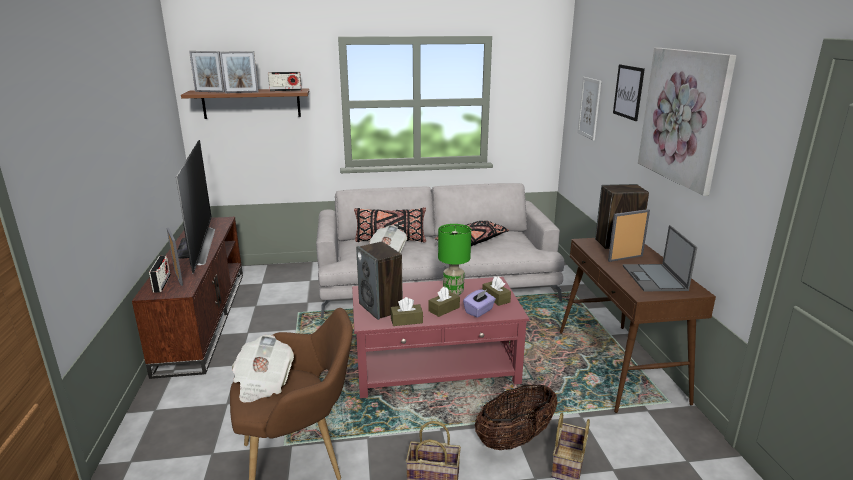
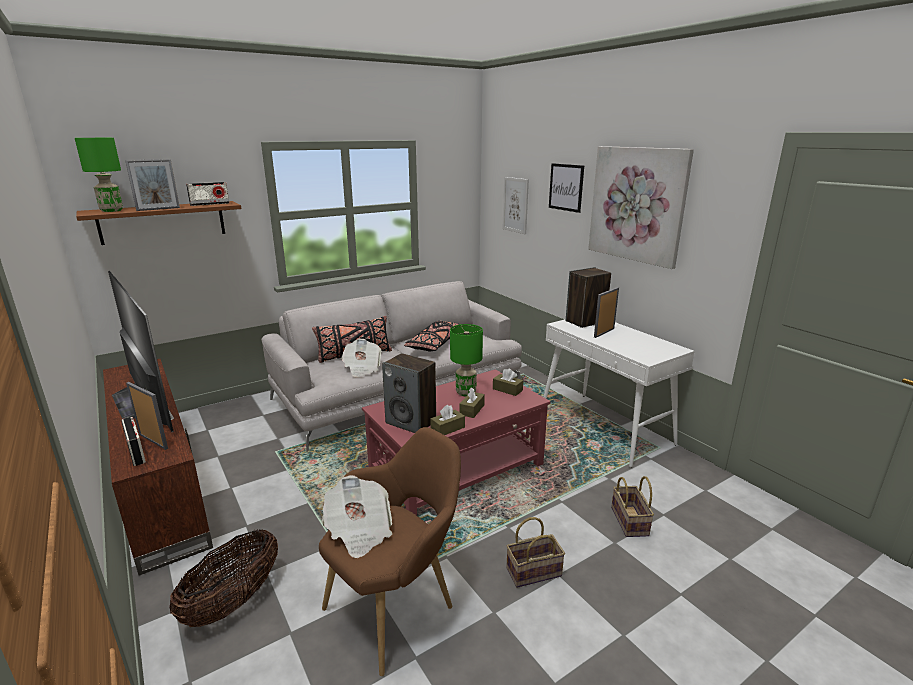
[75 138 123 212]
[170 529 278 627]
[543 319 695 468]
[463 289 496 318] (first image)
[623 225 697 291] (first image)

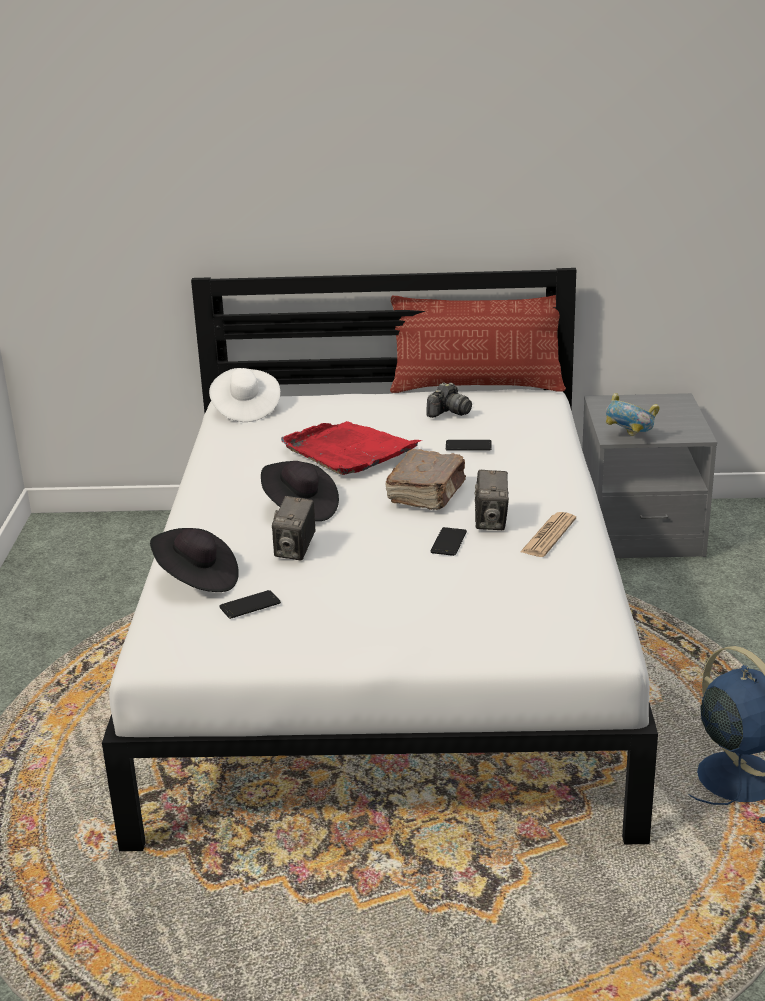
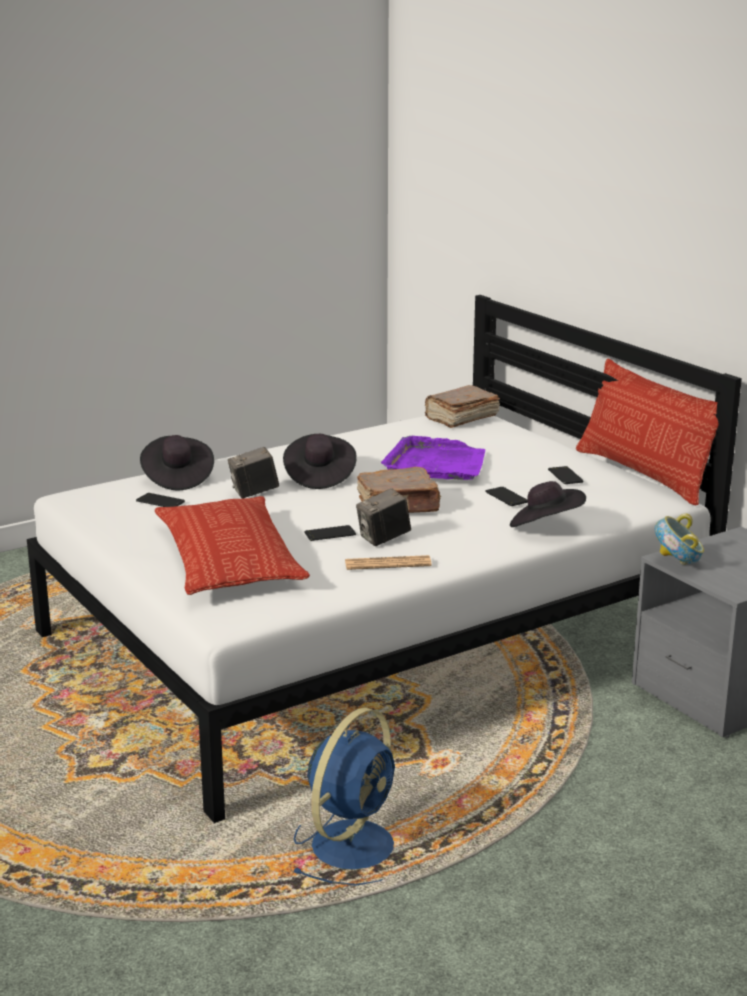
[155 496 310 595]
[381 436 485 480]
[424 385 500 428]
[510 481 586 527]
[548 466 584 484]

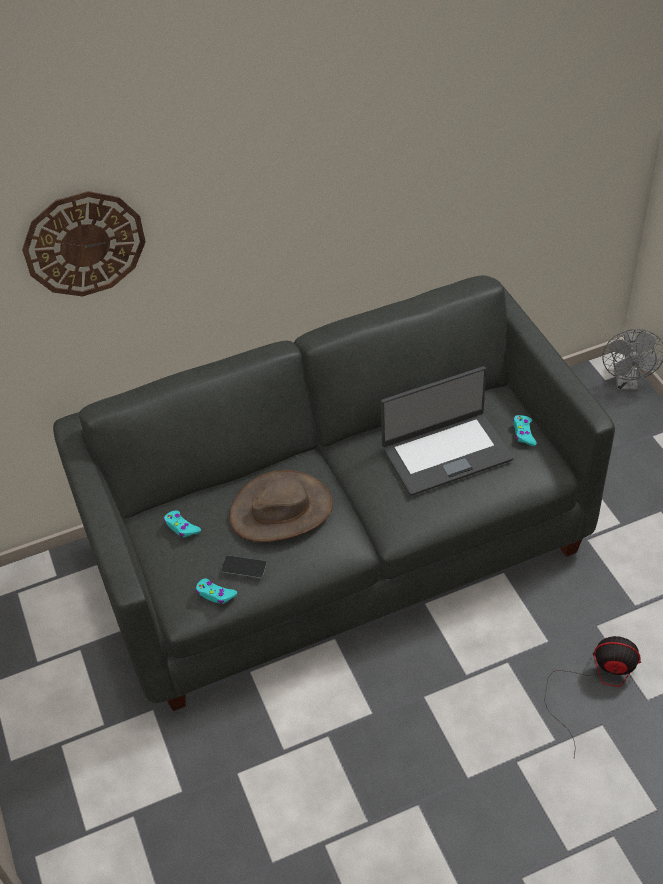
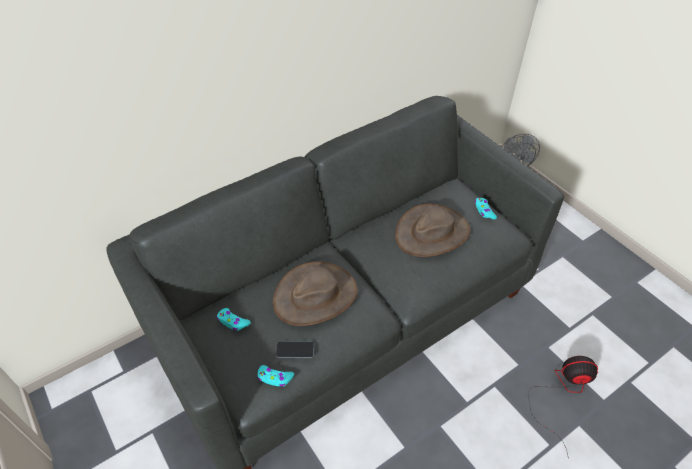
[395 203 470 257]
[22 191 146 297] (first image)

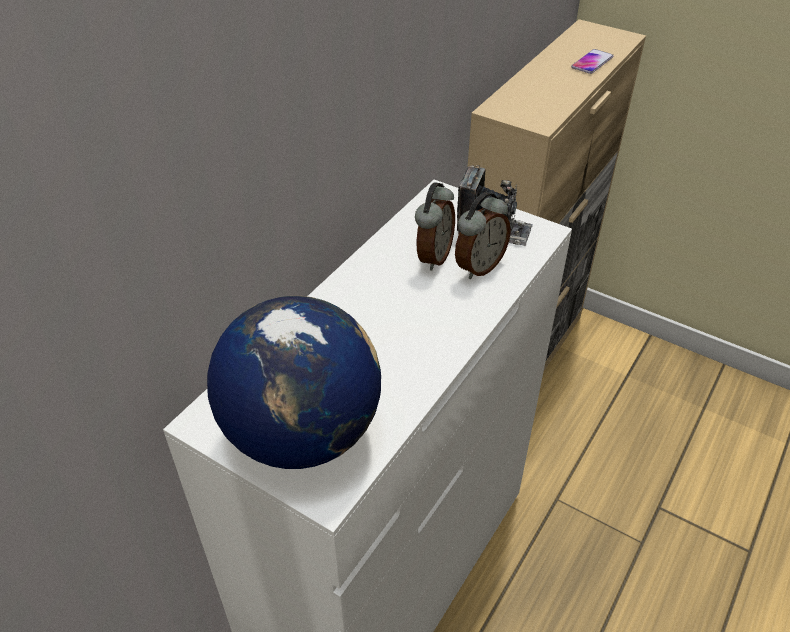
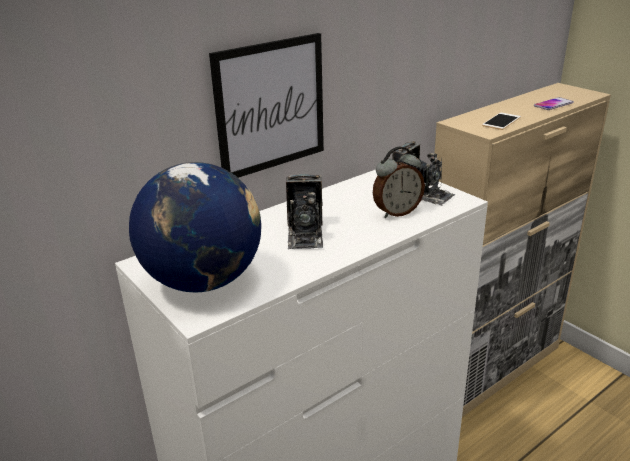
[209 33 324 178]
[286 174 323 250]
[482 113 521 130]
[415 182 455 271] (first image)

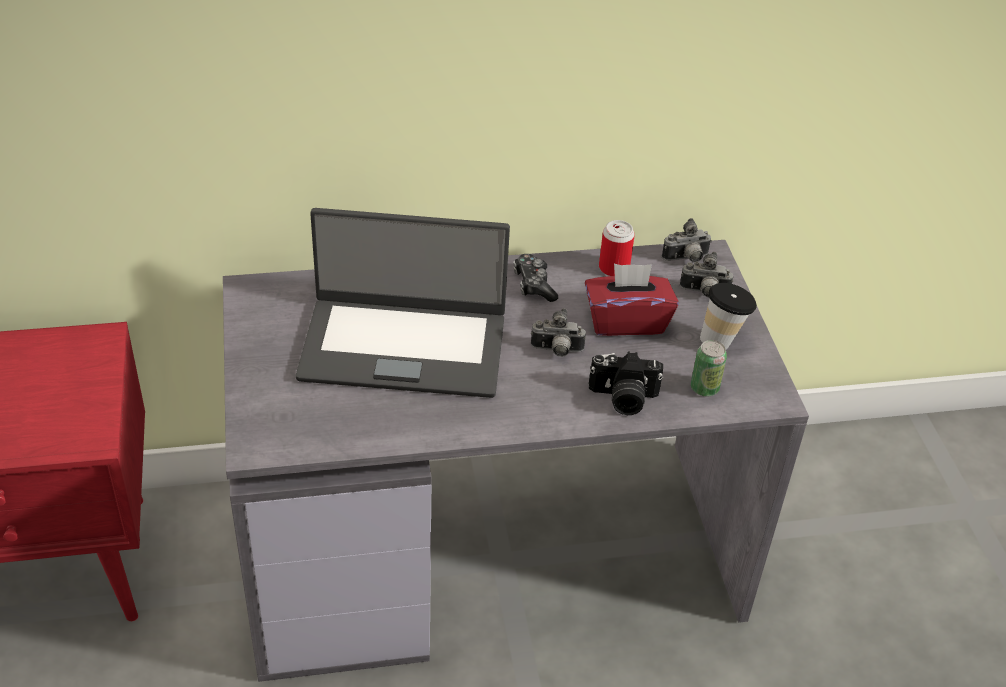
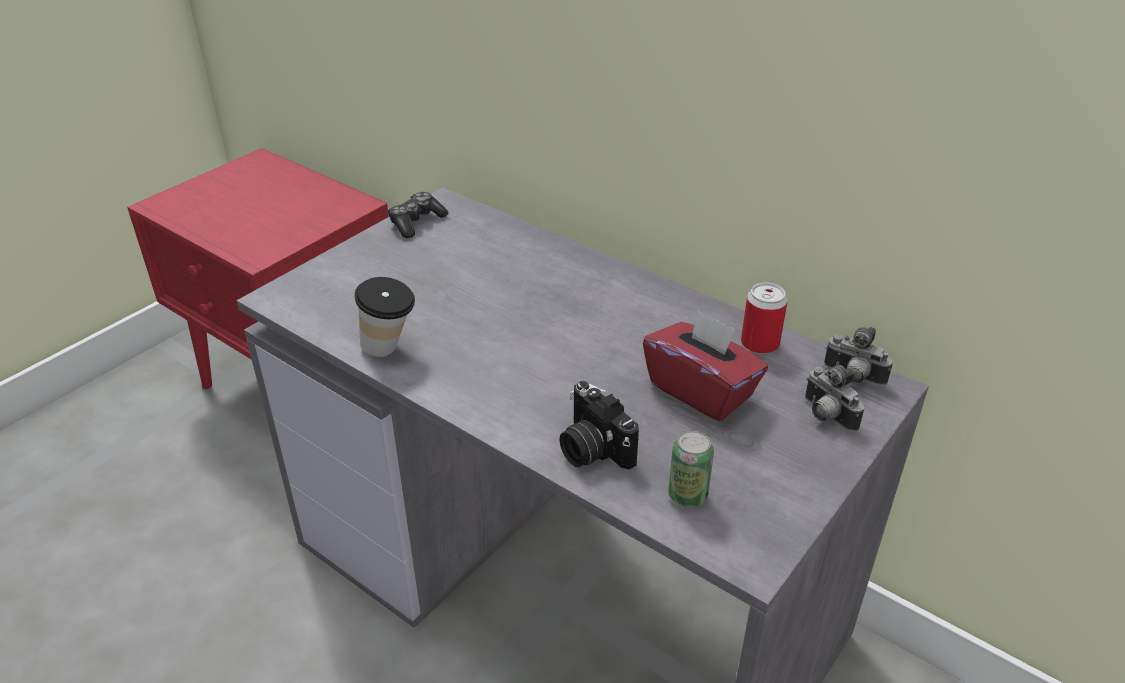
[355 277 415 357]
[387 192 448 238]
[296 208 510 398] (first image)
[531 308 586 357] (first image)

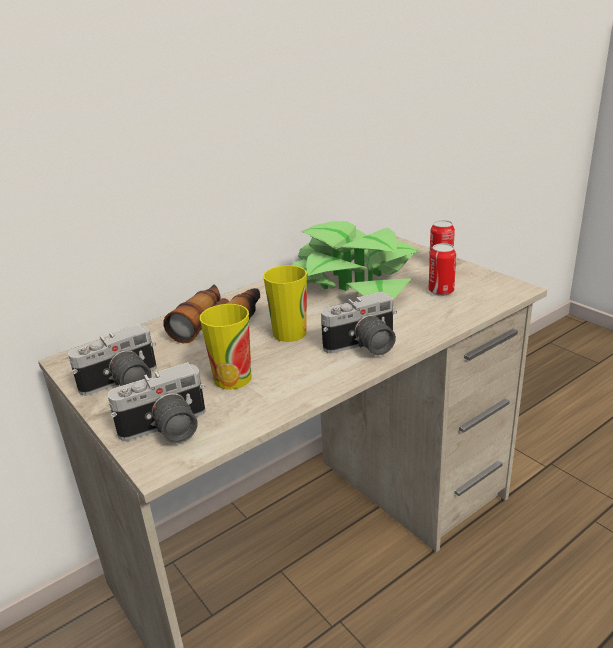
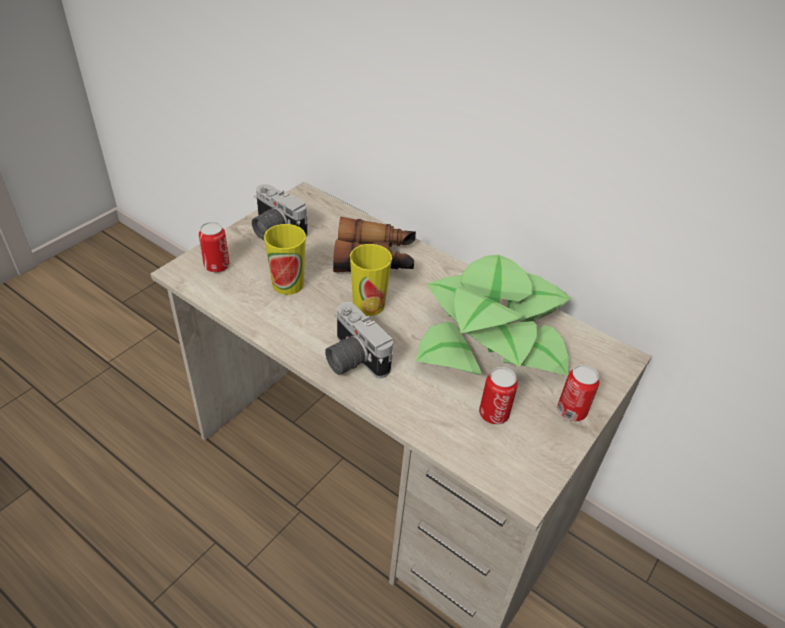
[199 222 230 273]

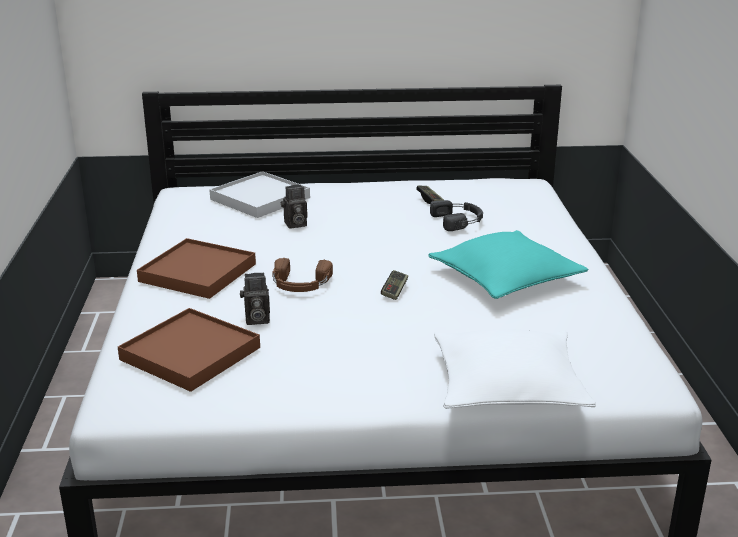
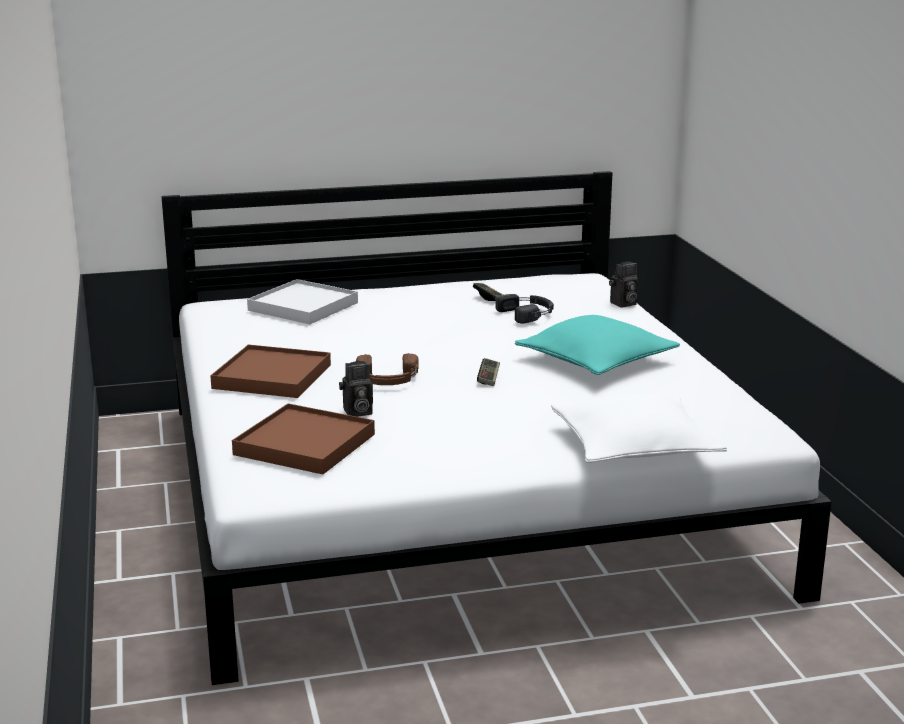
[609 262 638 308]

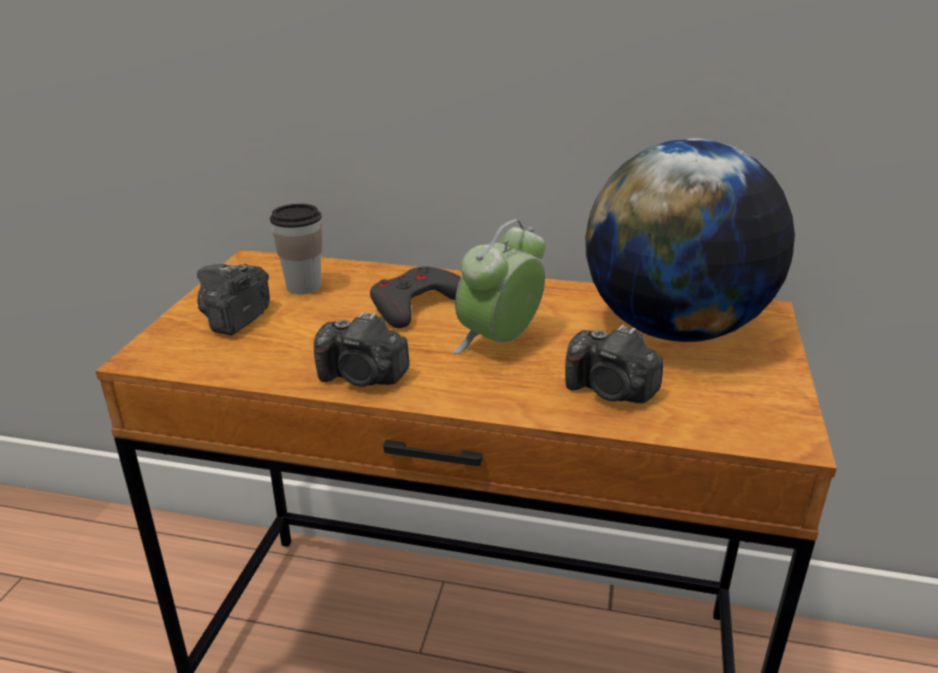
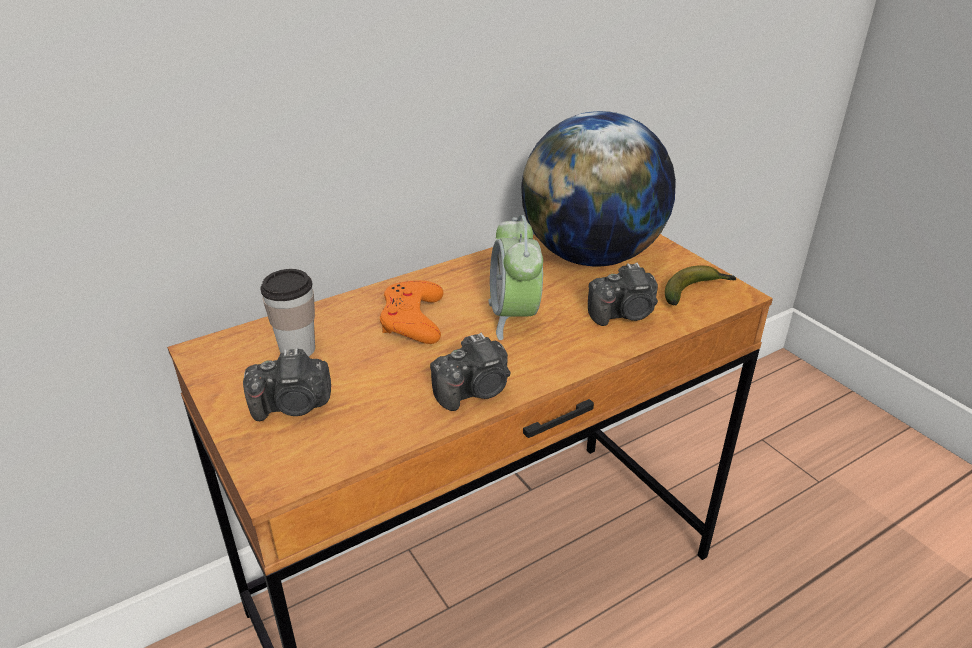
[243 348 331 421]
[380 280 444 344]
[665 265 736 305]

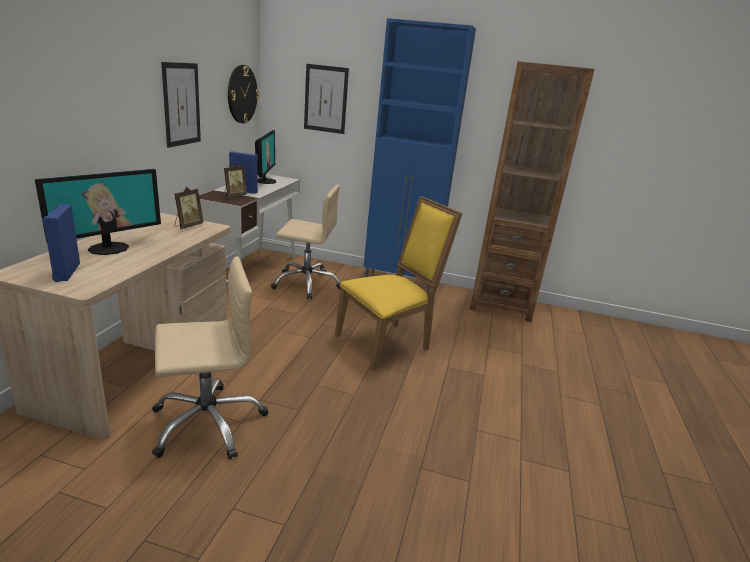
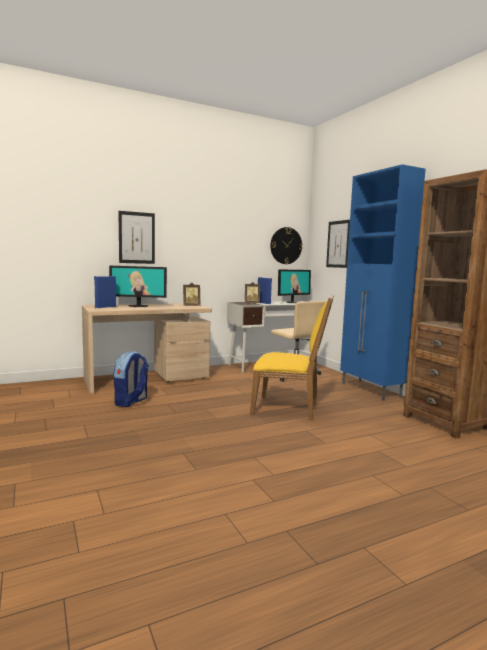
[113 351 149 407]
[118 211 155 264]

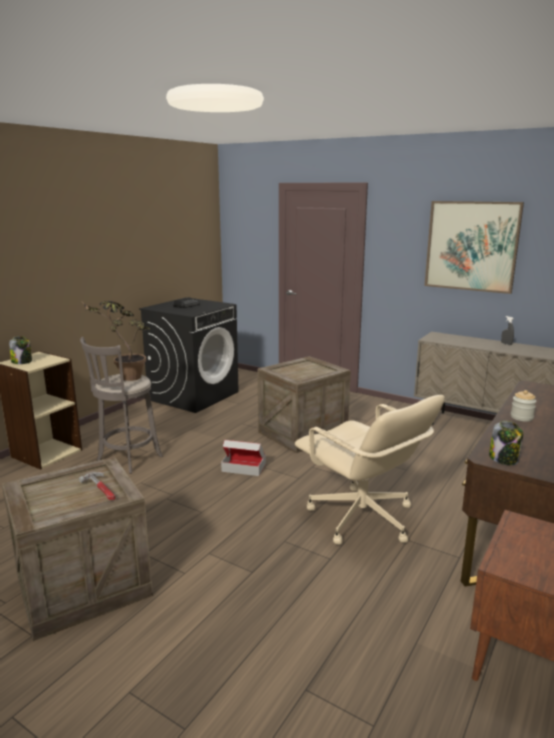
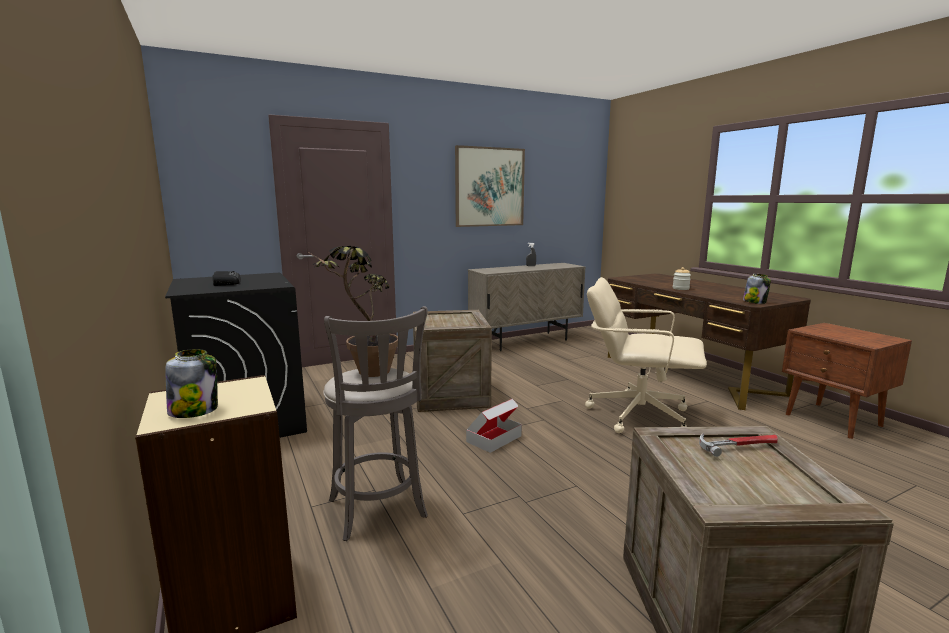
[585 277 707 433]

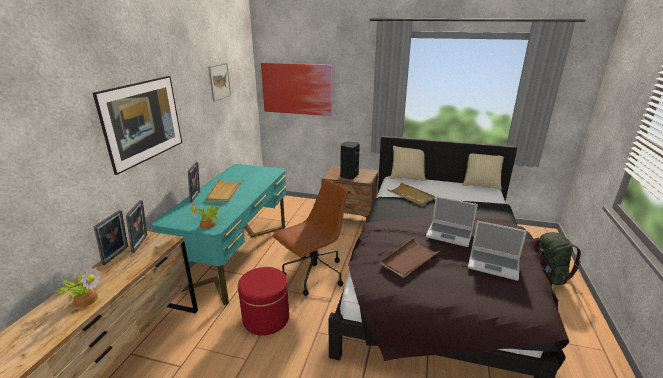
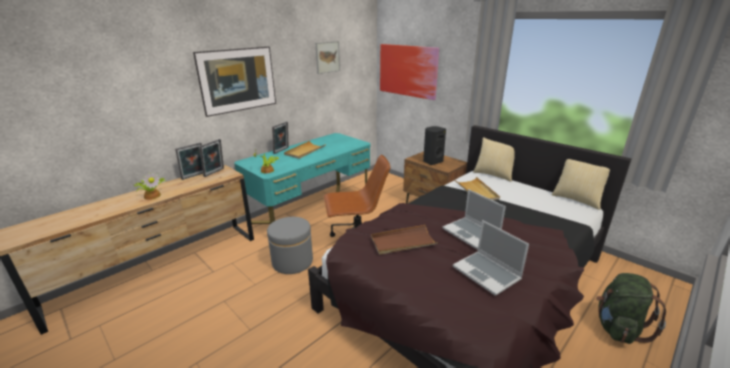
[267 217 313 274]

